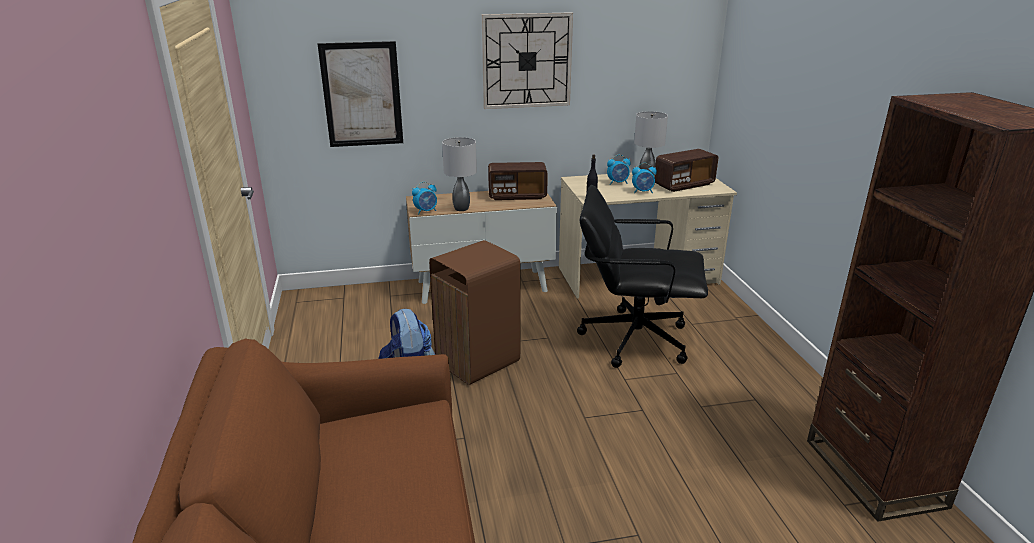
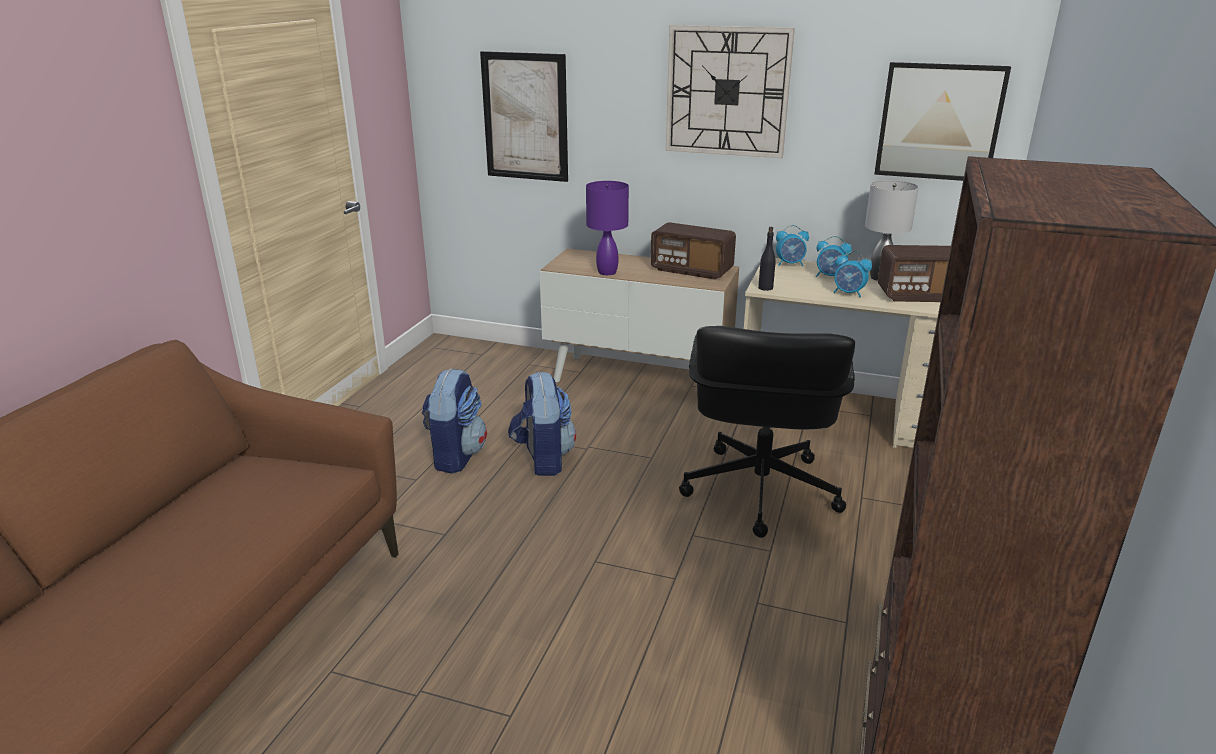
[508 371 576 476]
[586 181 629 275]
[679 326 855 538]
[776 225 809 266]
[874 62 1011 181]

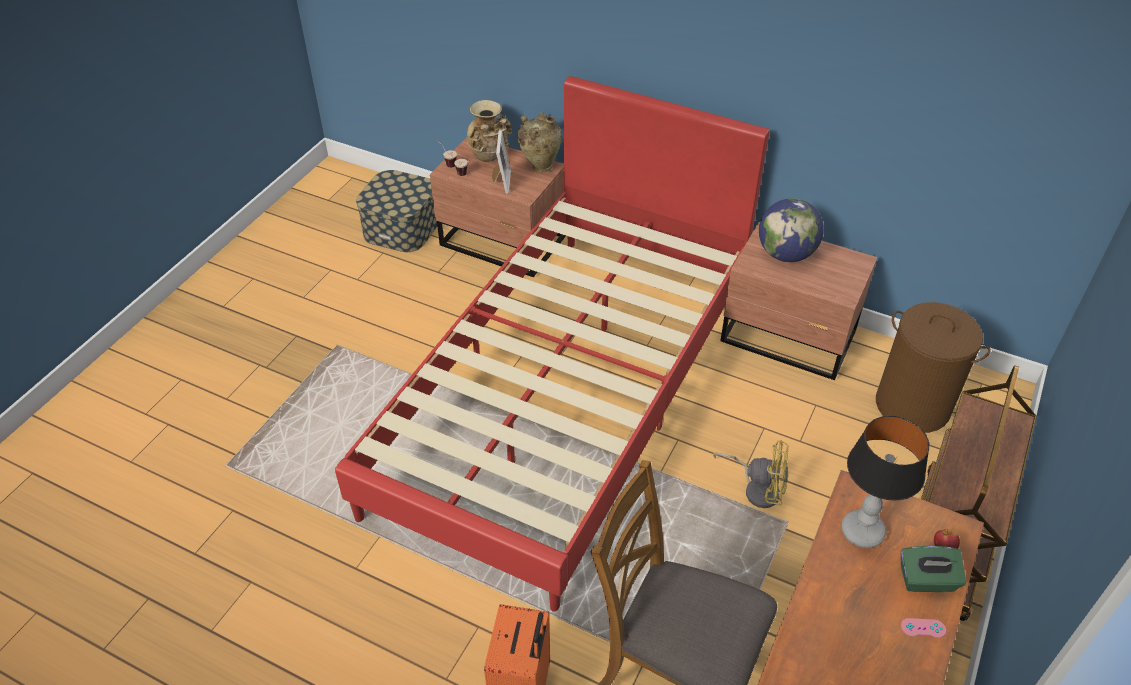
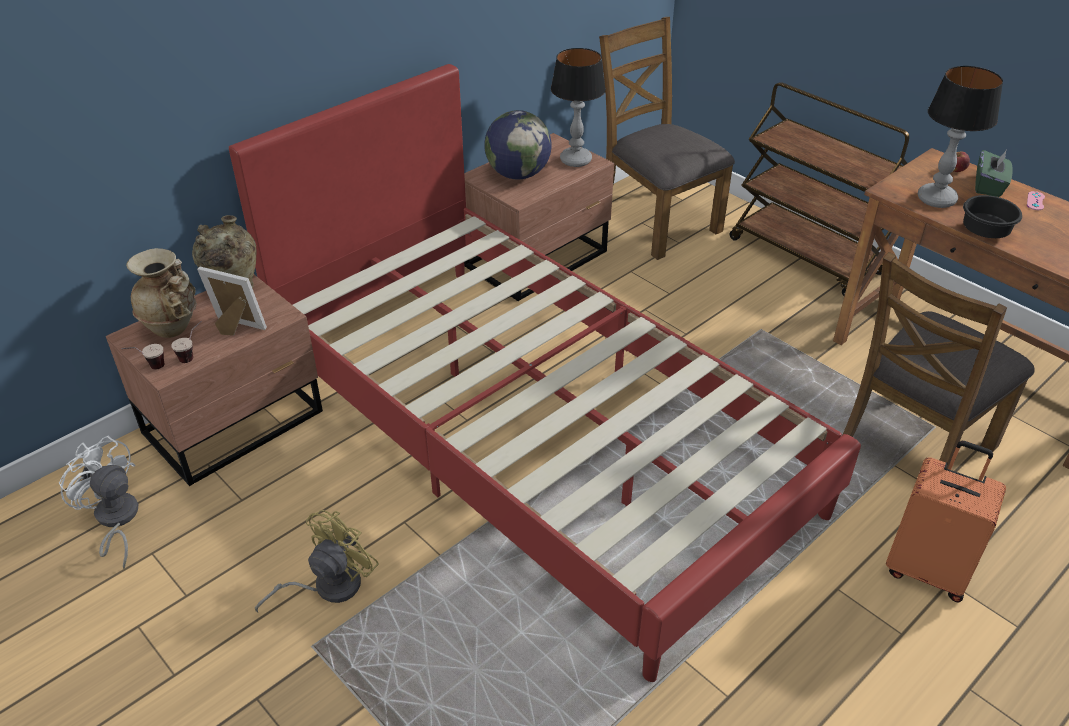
[59 435 138 569]
[255 510 379 612]
[551 48 606 167]
[599 17 735 260]
[963 195 1022 238]

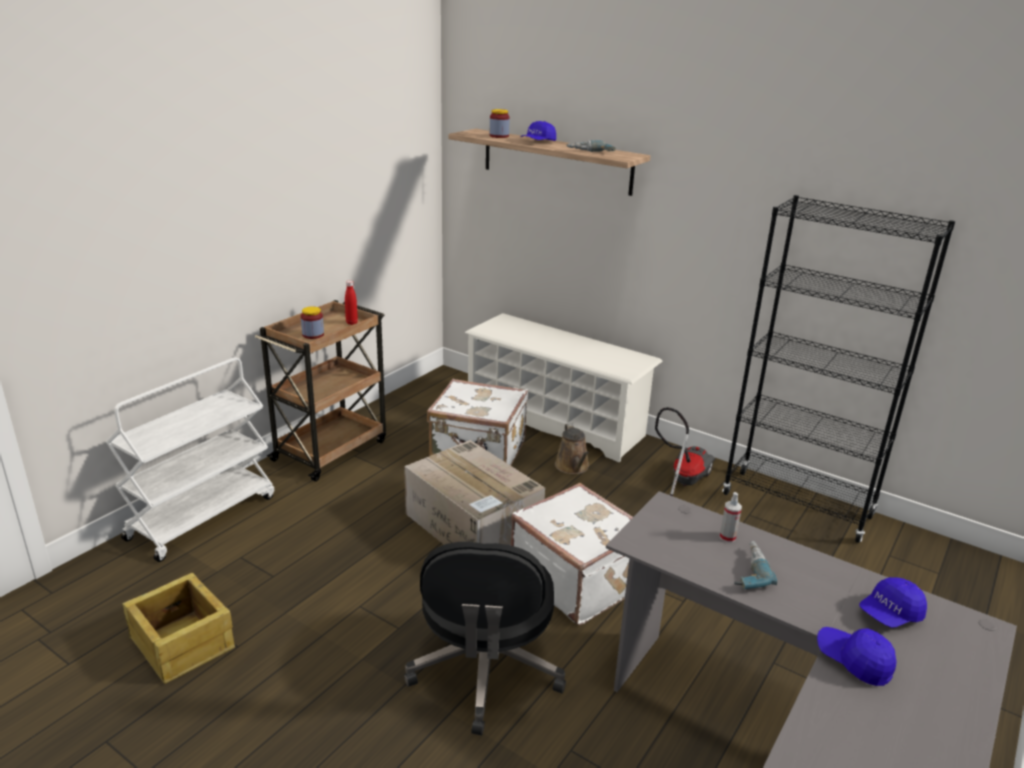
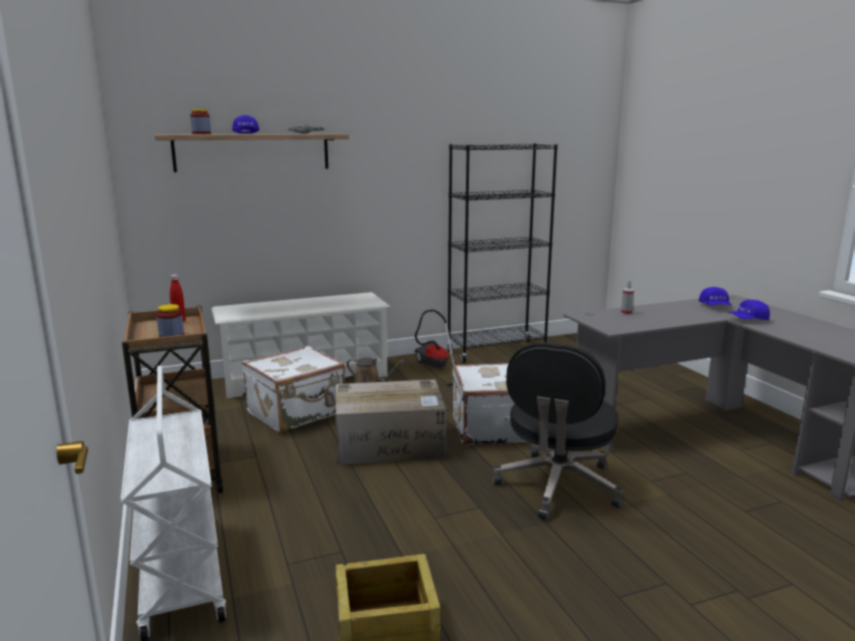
[492 343 624 520]
[734 541 777 589] (first image)

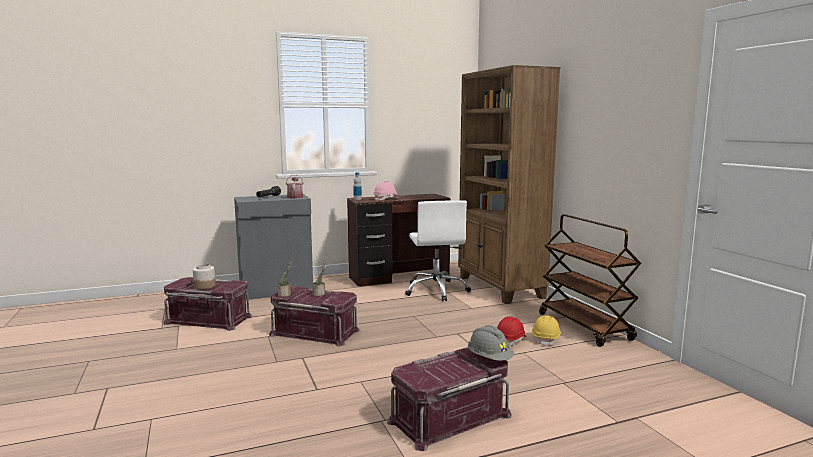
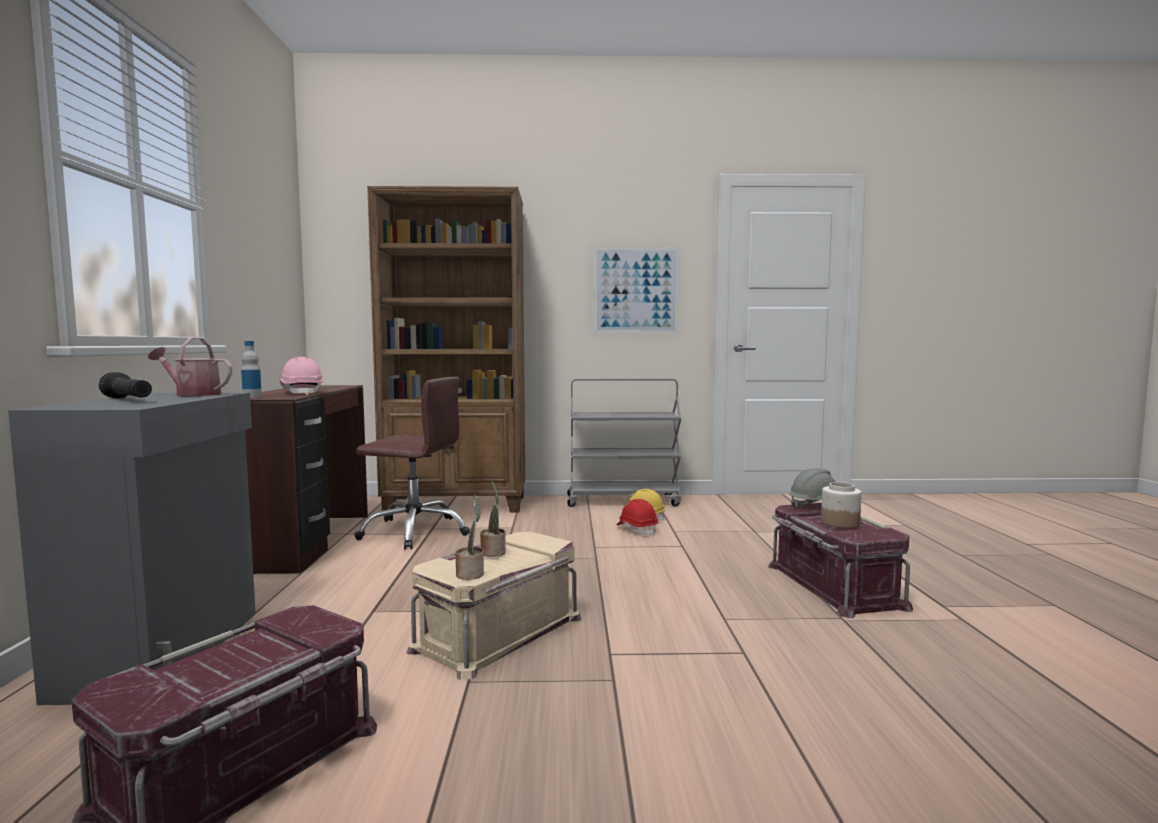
[354 377 470 549]
[406 532 582 680]
[567 379 681 507]
[594 247 679 333]
[821 482 862 528]

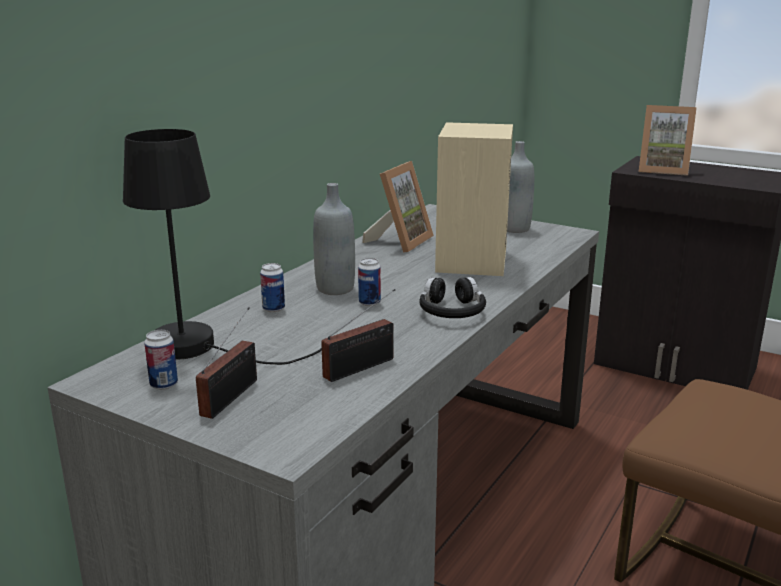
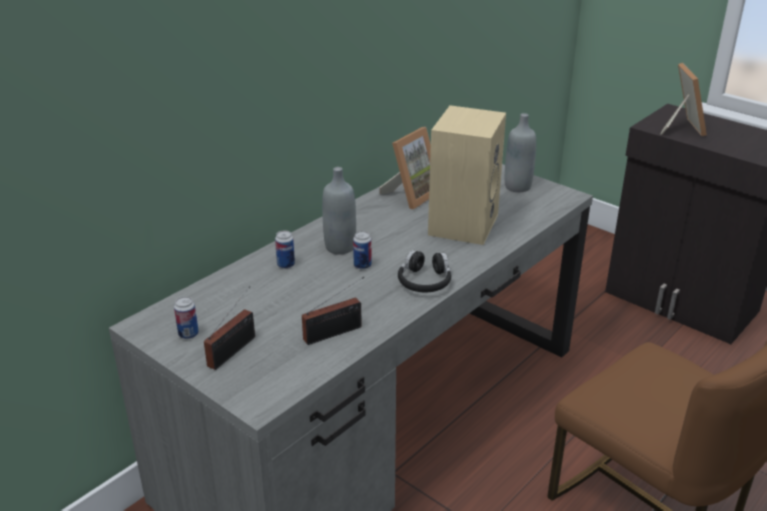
[660 63 707 136]
[123 129 322 365] (first image)

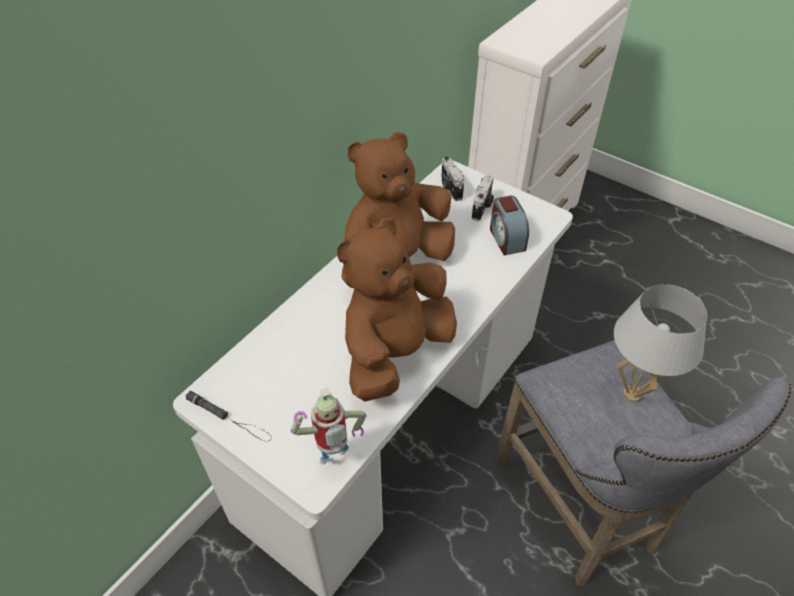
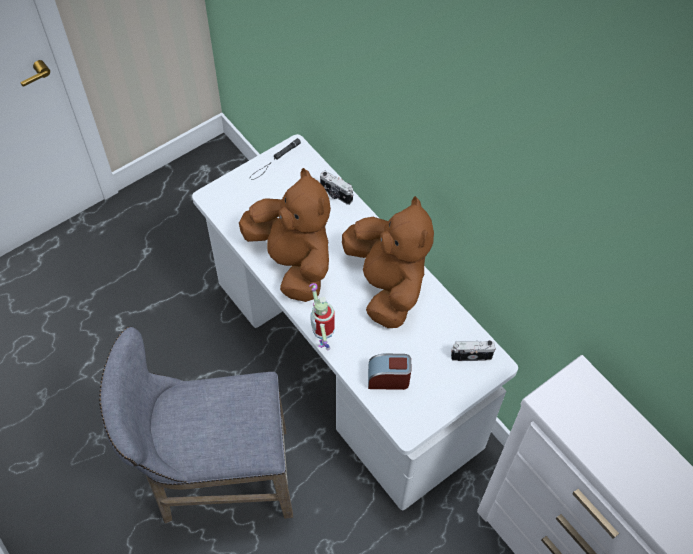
[309 283 335 350]
[320 171 353 205]
[614 284 707 402] (first image)

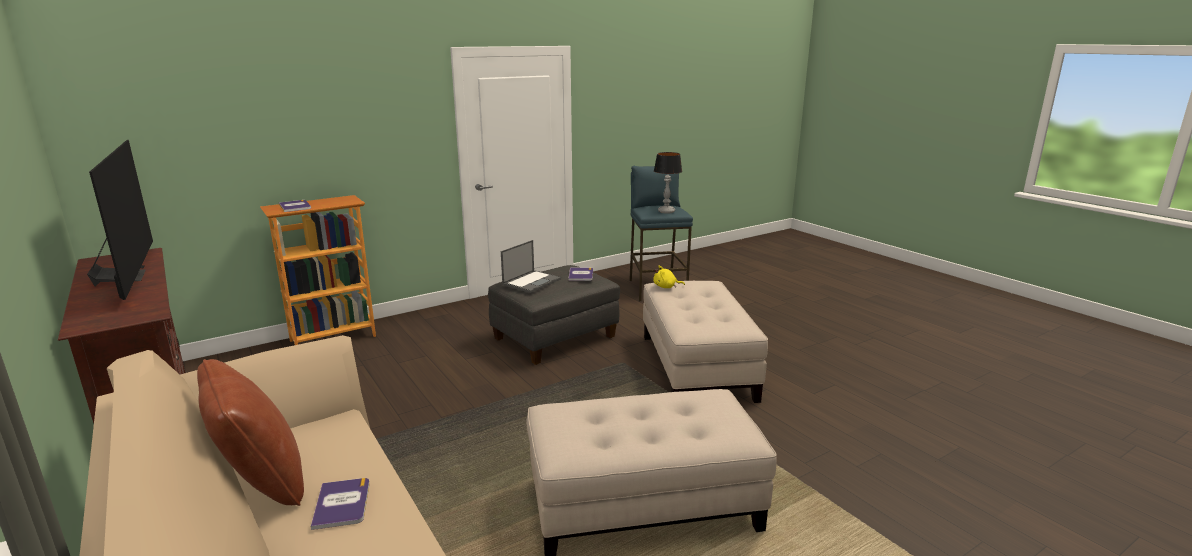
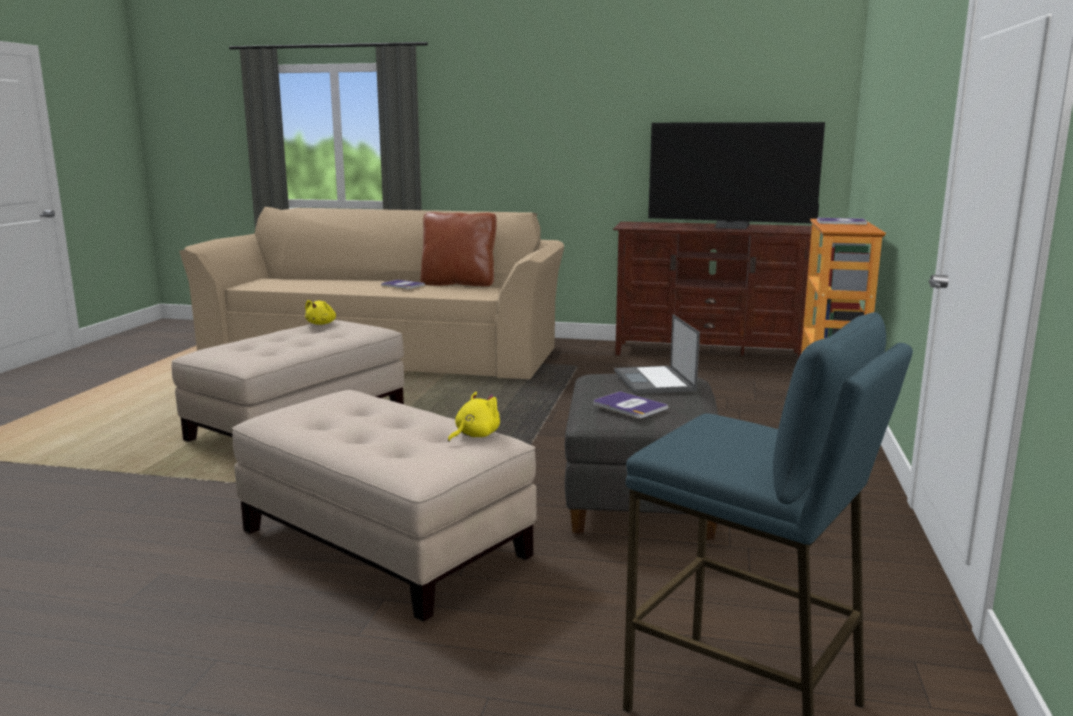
[305 300 336 325]
[654 152 682 214] (first image)

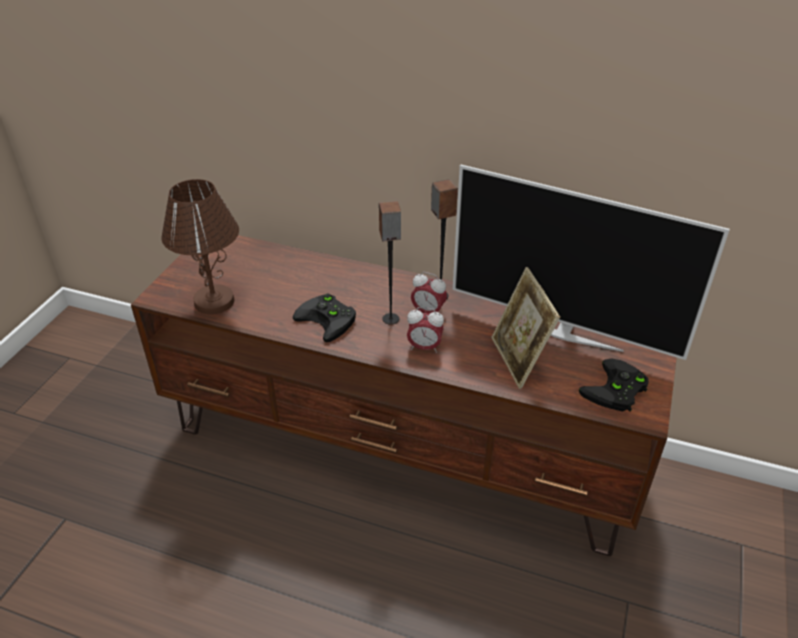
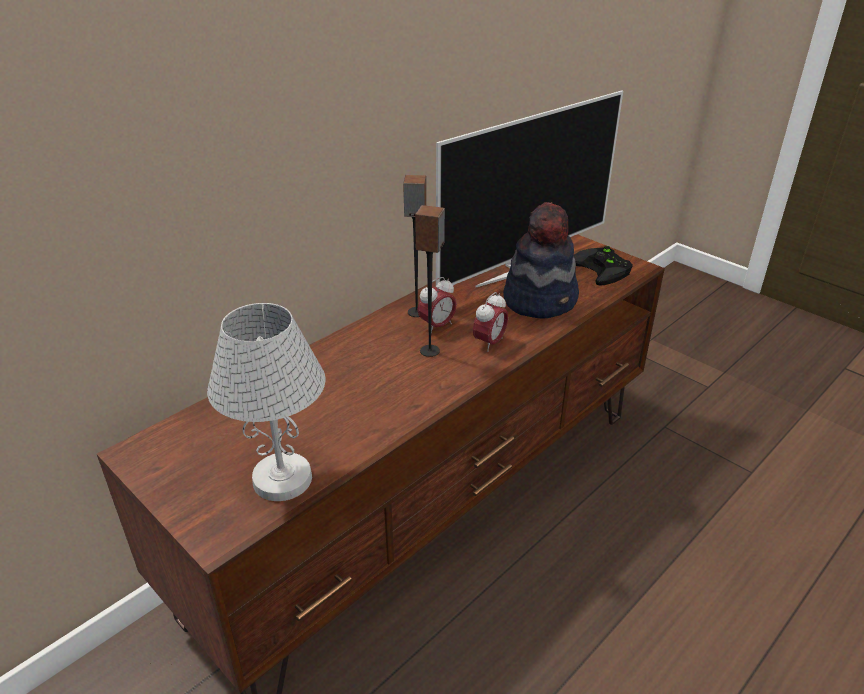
[207 303 326 501]
[503 202 579 319]
[293 293 356 342] (first image)

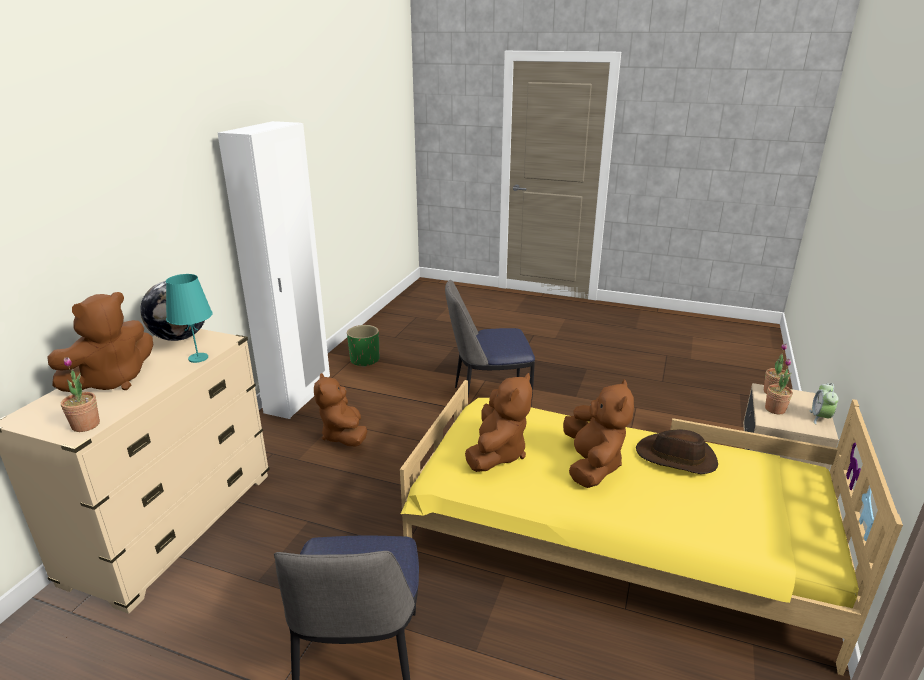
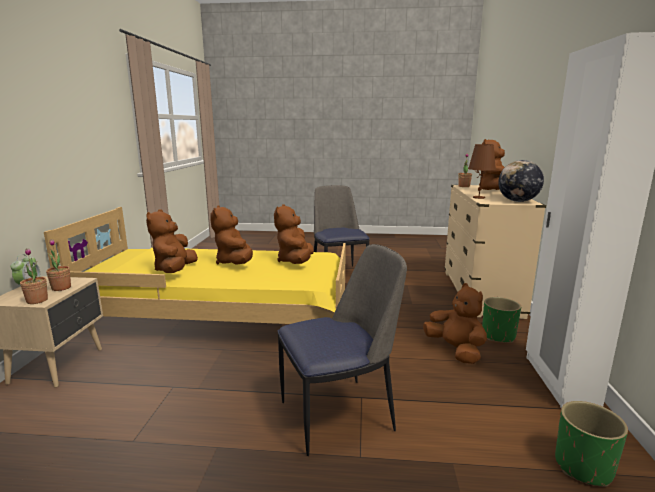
[146 210 198 273]
[468 144 496 199]
[482 297 521 343]

